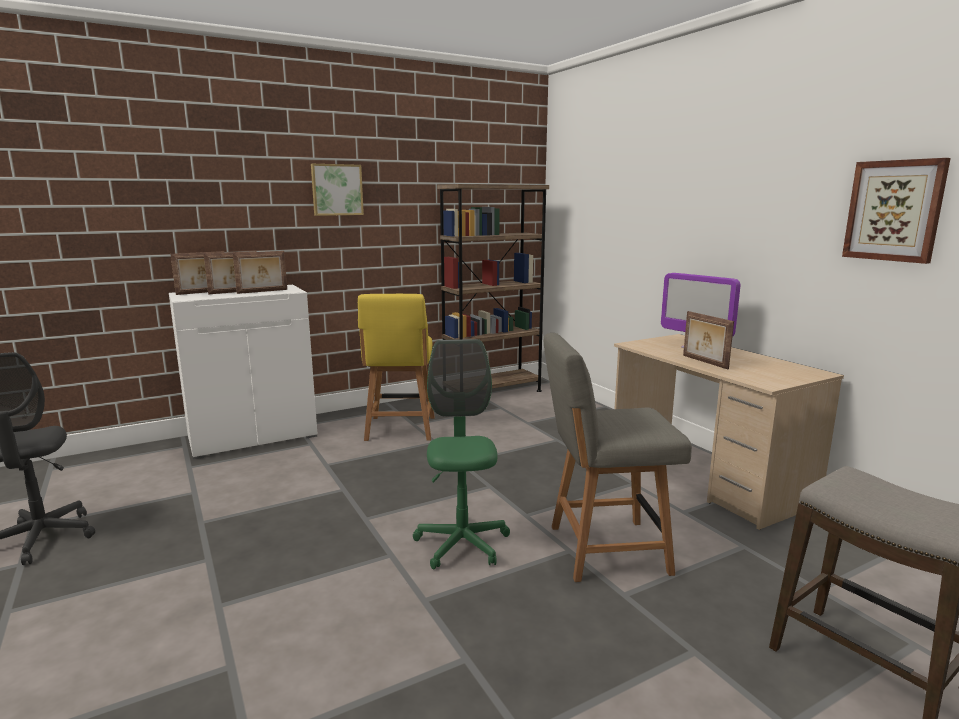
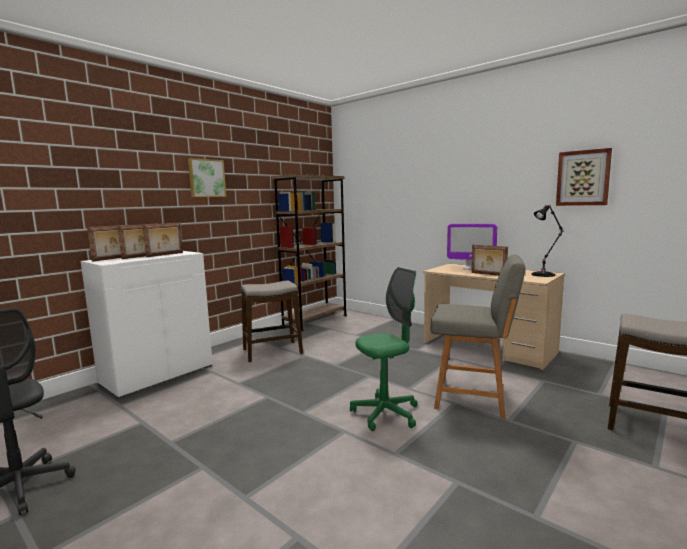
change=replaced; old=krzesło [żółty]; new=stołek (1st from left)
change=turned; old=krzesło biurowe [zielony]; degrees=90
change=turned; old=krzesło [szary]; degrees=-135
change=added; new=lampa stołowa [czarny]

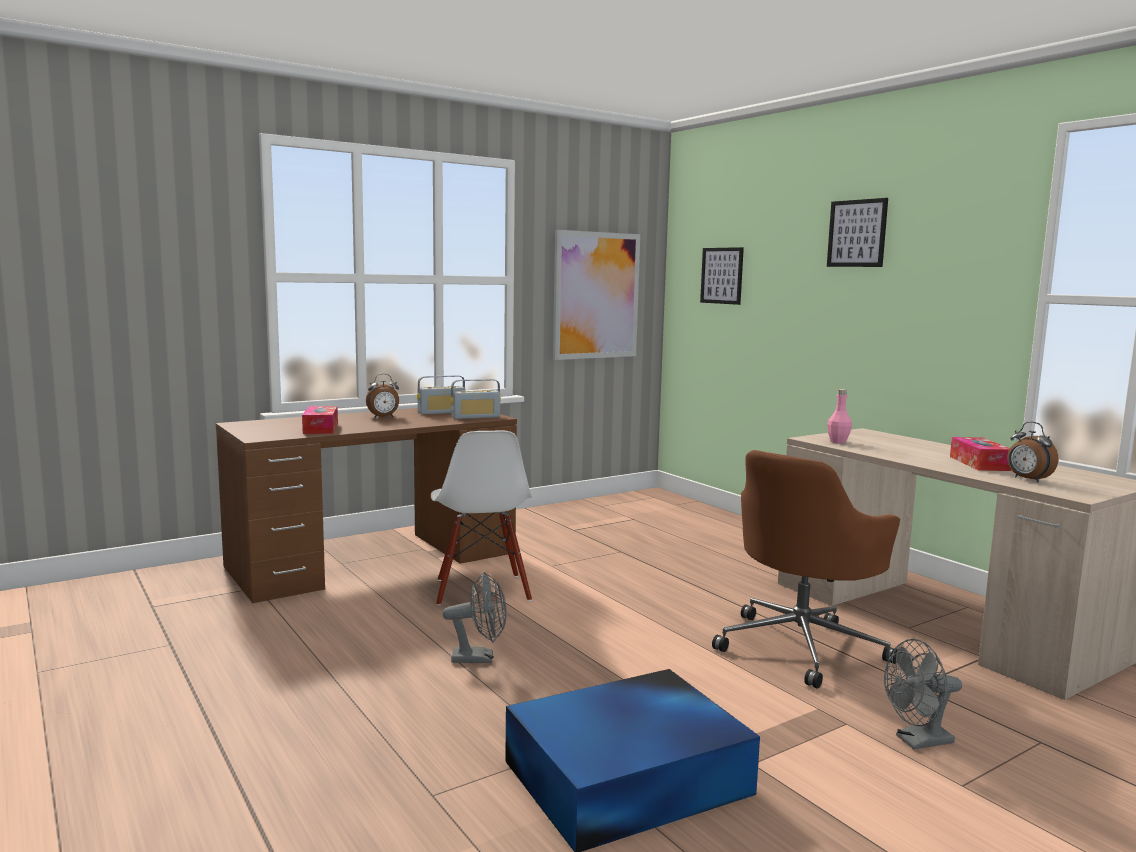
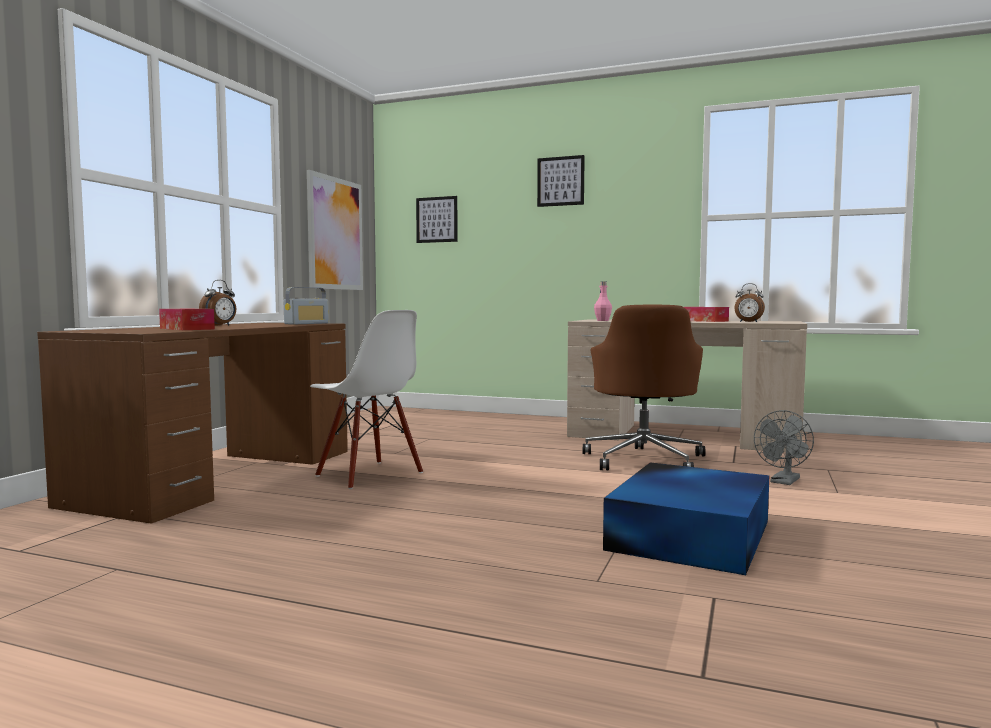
change=removed; old=radio (1st from left)
change=removed; old=wentylator [szary] (1st from left)

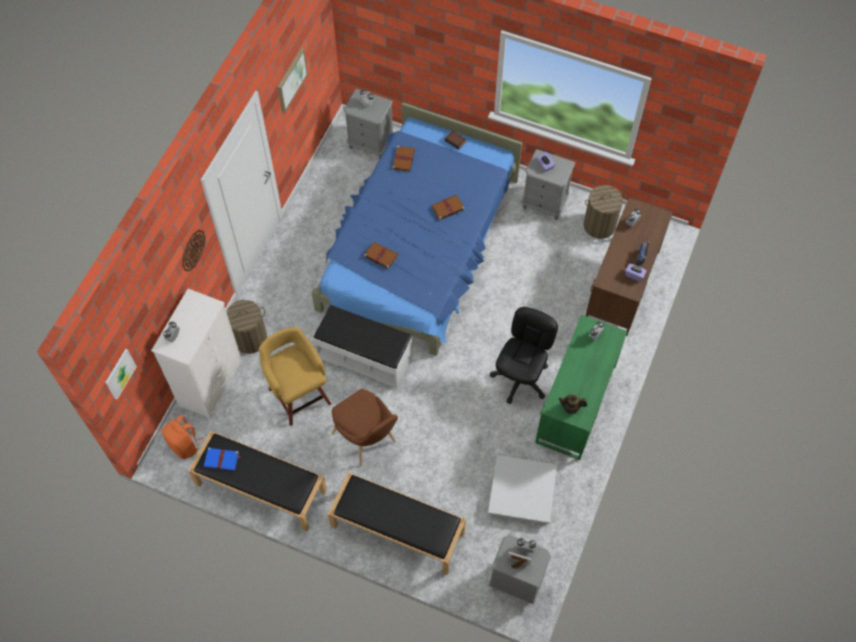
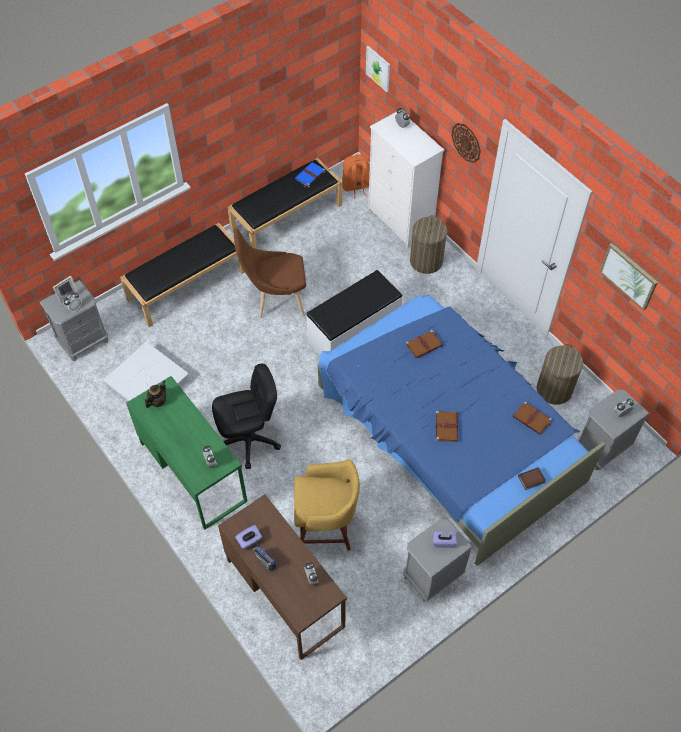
change=turned; old=krzesło biurowe [czarny]; degrees=-75
change=moved; old=stołek [żółty]
change=moved; old=kosz na pranie (2nd from left)

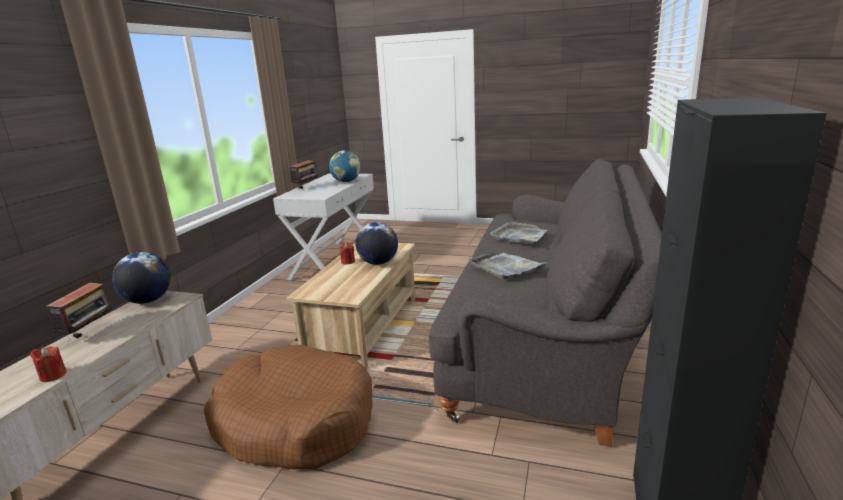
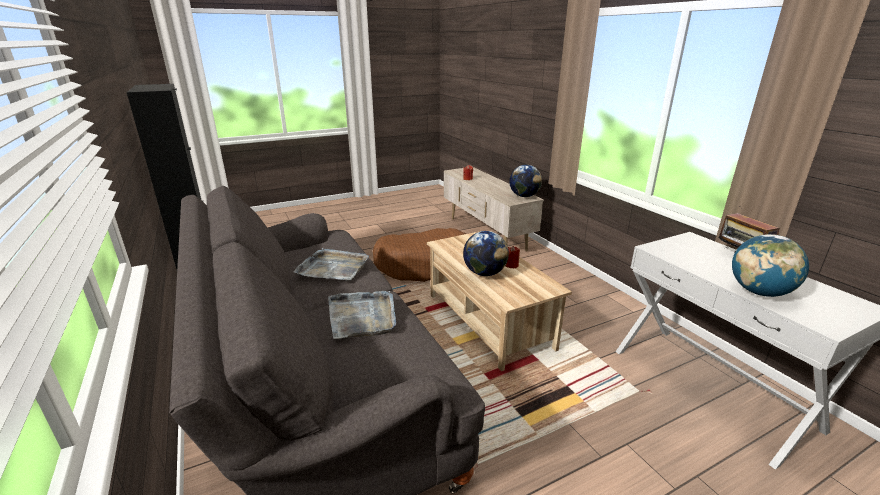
change=removed; old=radio (1st from left)

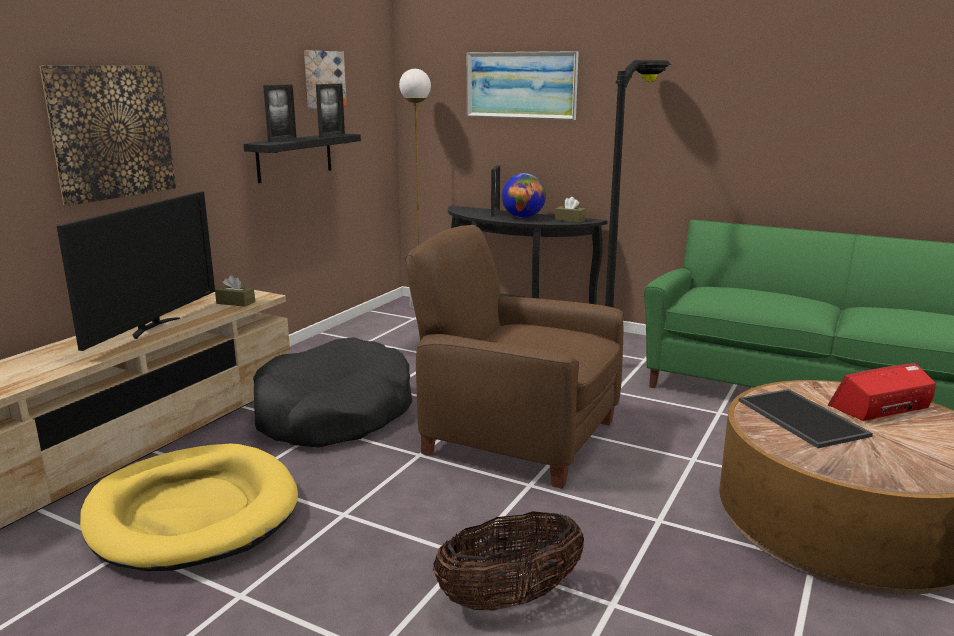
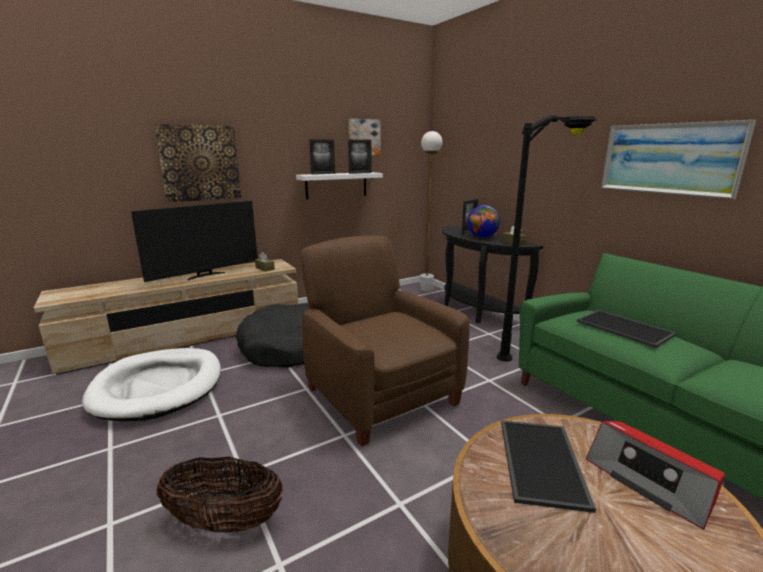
change=recoloured; old=legowisko [żółty]; new=legowisko [biały]
change=recoloured; old=półka [czarny]; new=półka [biały]
change=added; new=taca (2nd from left)
change=turned; old=radio; degrees=-135
change=moved; old=obraz (3rd from left)

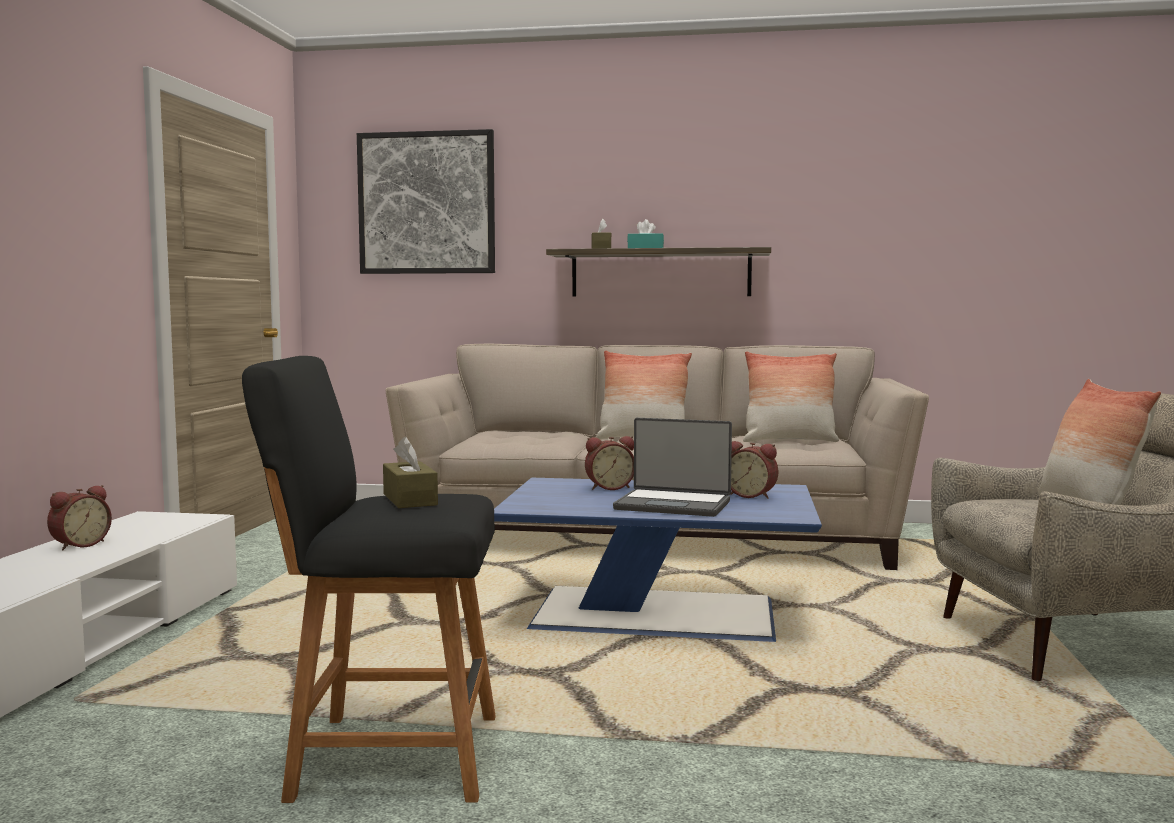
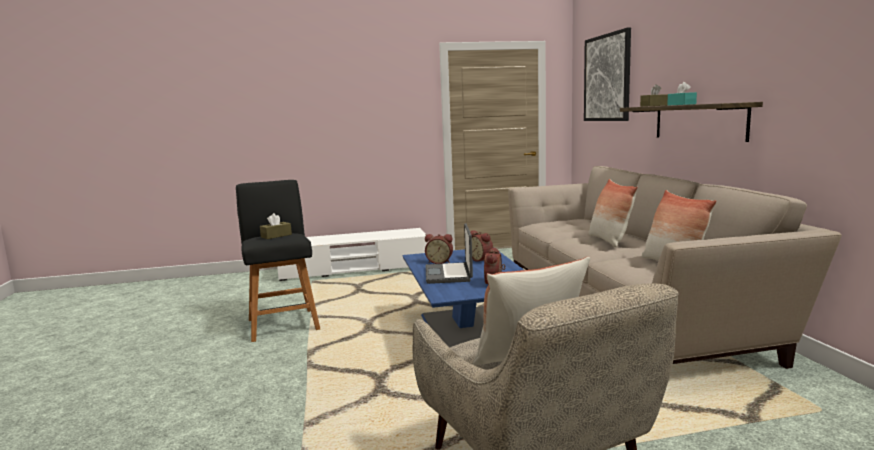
change=moved; old=budzik (1st from left)

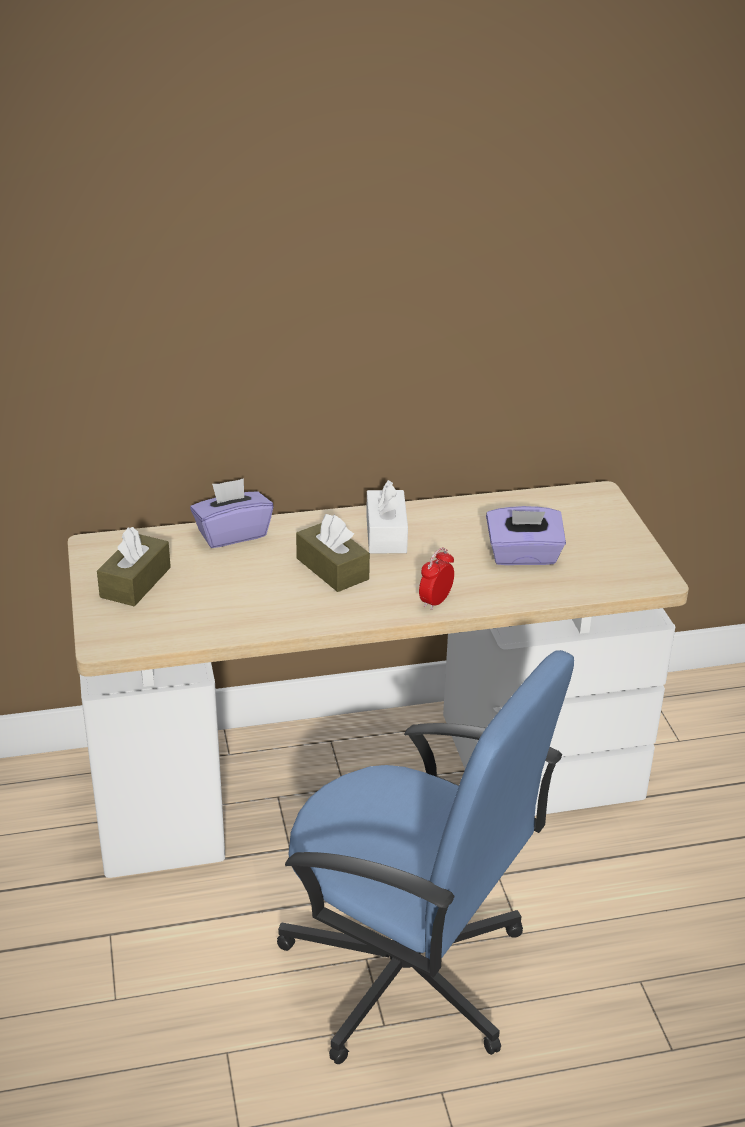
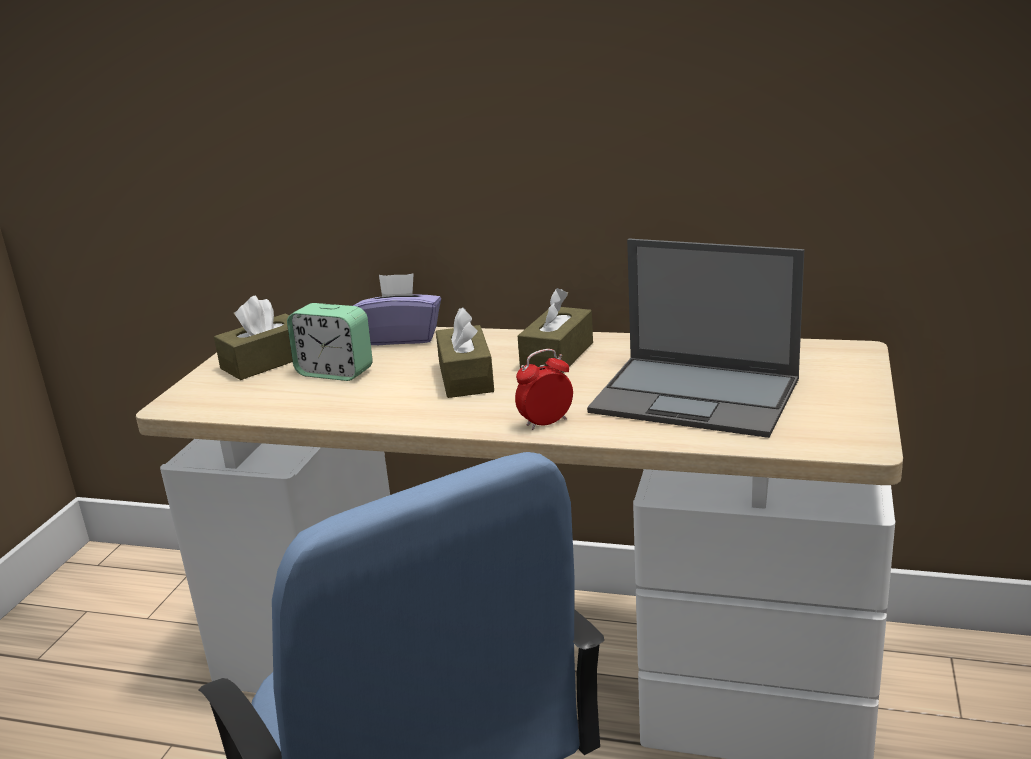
change=added; new=budzik (1st from left)
change=recoloured; old=pudełko chusteczek [biały]; new=pudełko chusteczek [brązowy] (3rd from left)
change=replaced; old=pudełko chusteczek [fioletowy] (2nd from left); new=laptop

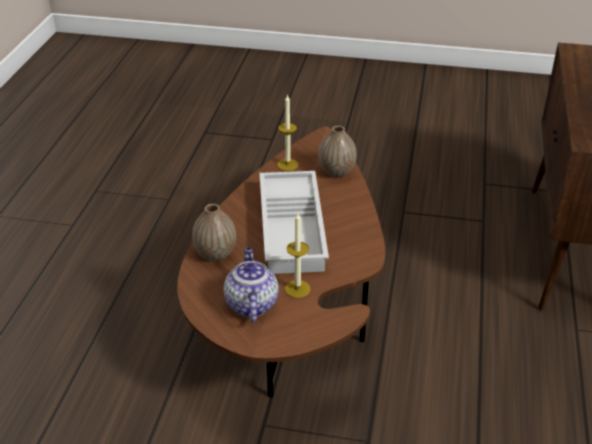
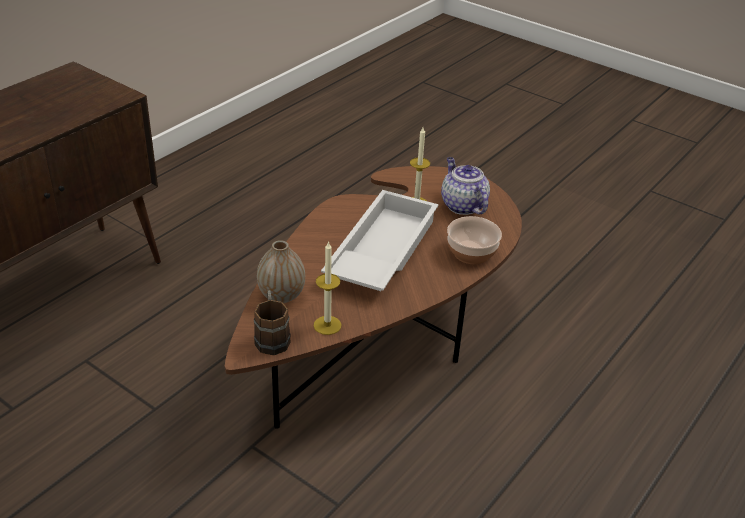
change=added; new=kubek [brązowy]
change=turned; old=imbryk; degrees=135
change=replaced; old=wazon (1st from left); new=miska

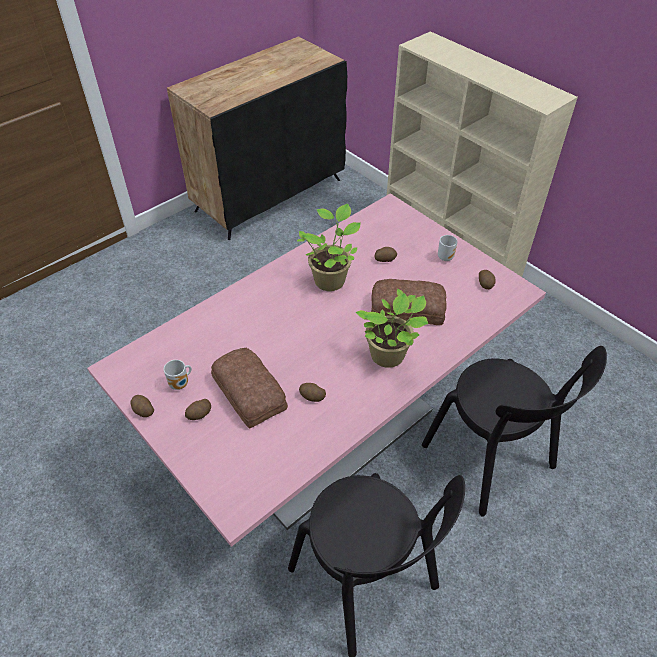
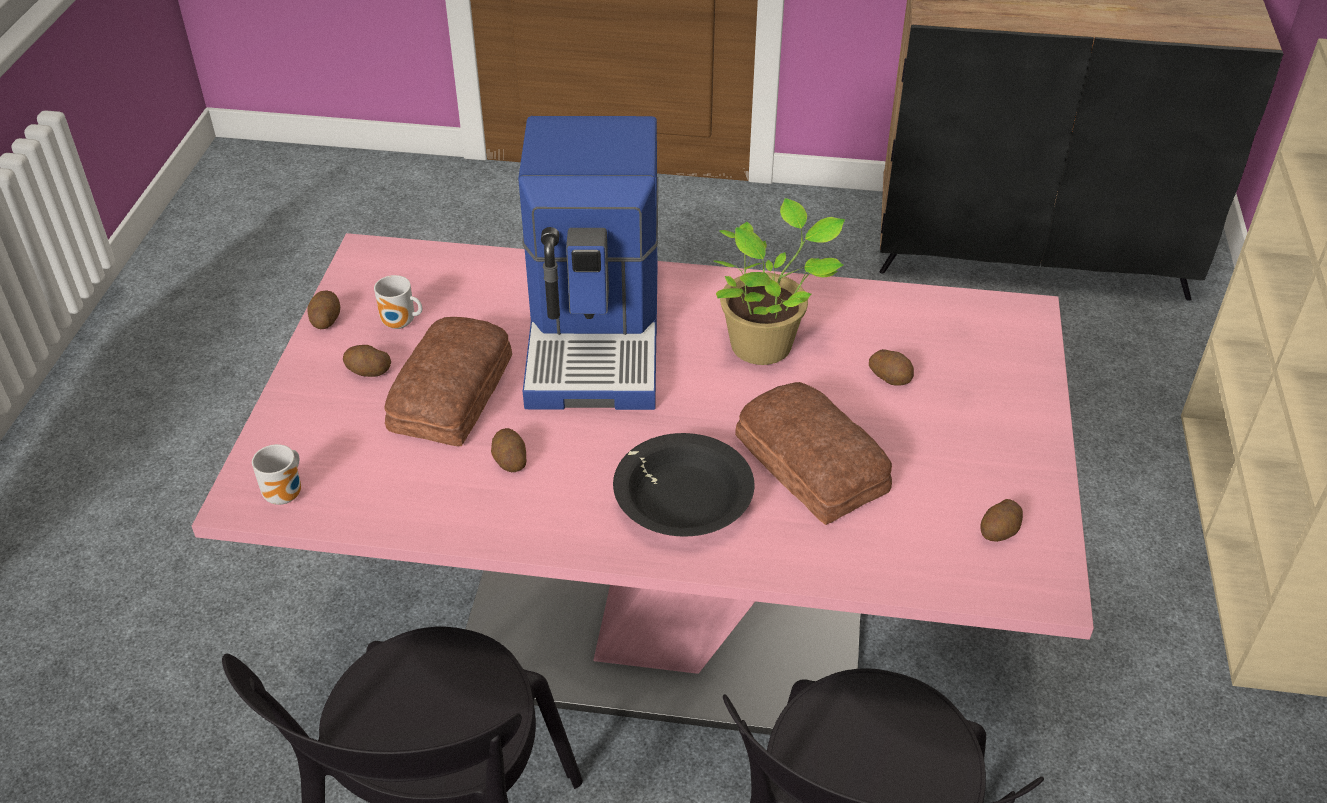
change=moved; old=kubek (2nd from left in the first image); new=kubek (1st from left)
change=added; new=ekspres do kawy
change=replaced; old=roślina doniczkowa (2nd from left); new=miska [czarny]

